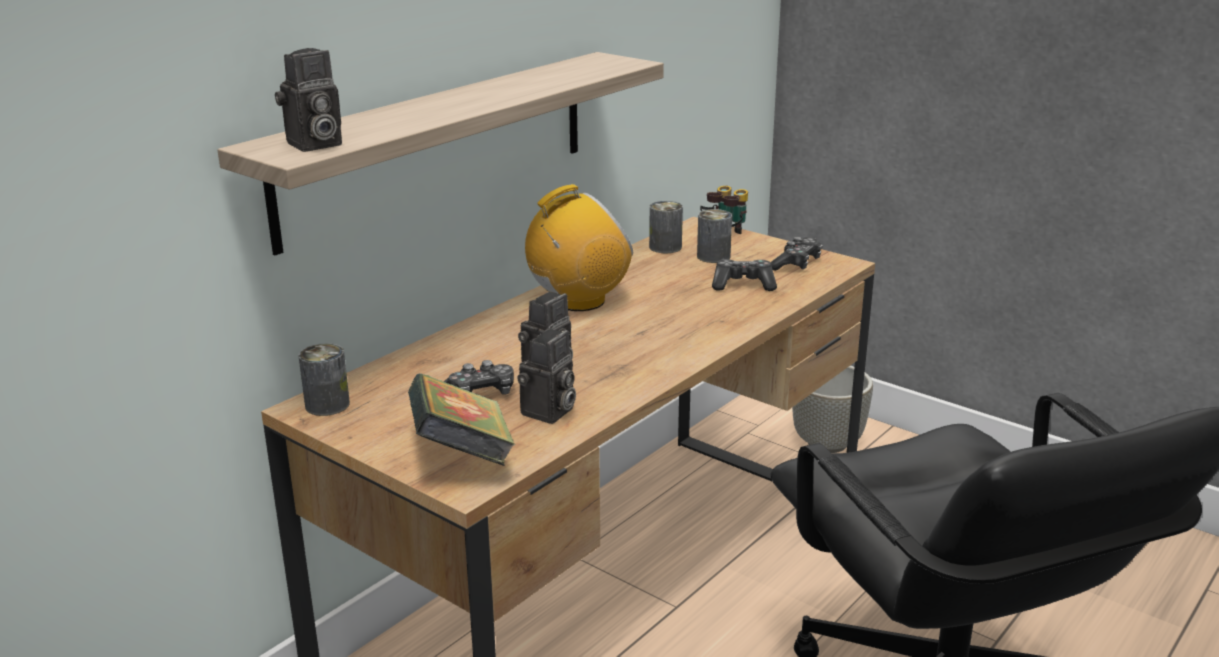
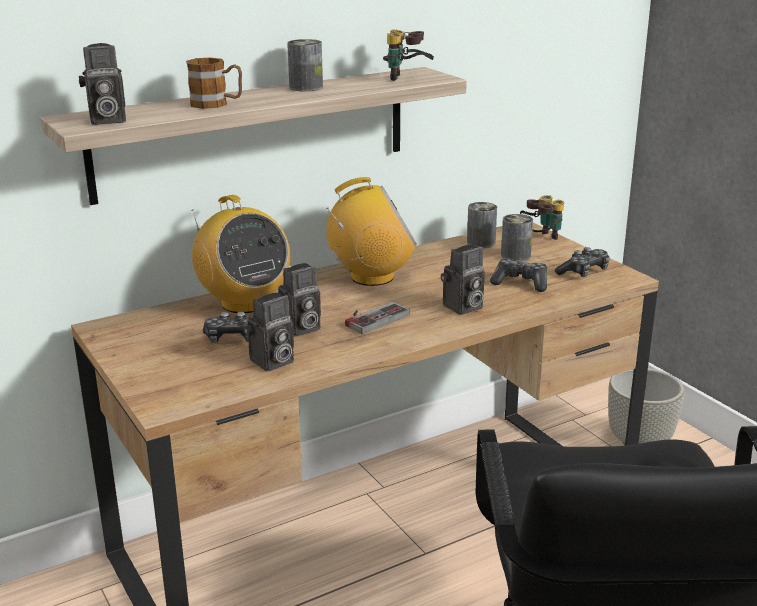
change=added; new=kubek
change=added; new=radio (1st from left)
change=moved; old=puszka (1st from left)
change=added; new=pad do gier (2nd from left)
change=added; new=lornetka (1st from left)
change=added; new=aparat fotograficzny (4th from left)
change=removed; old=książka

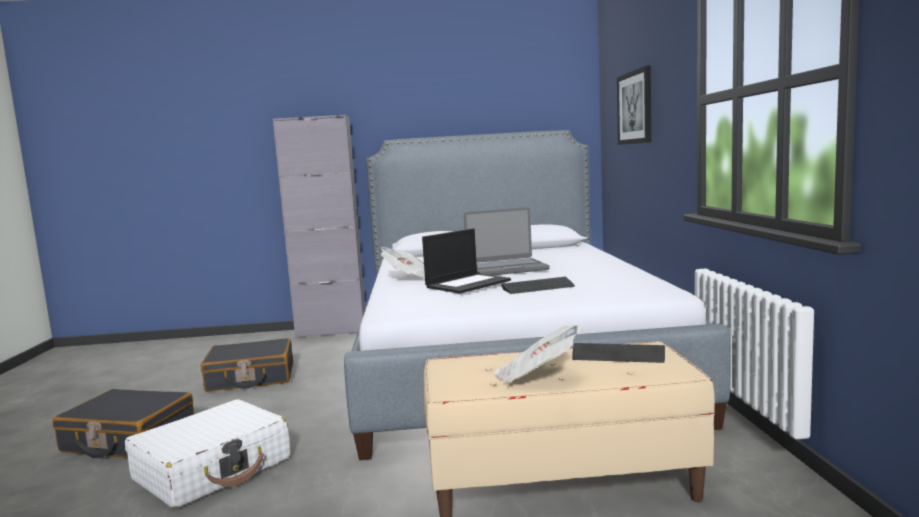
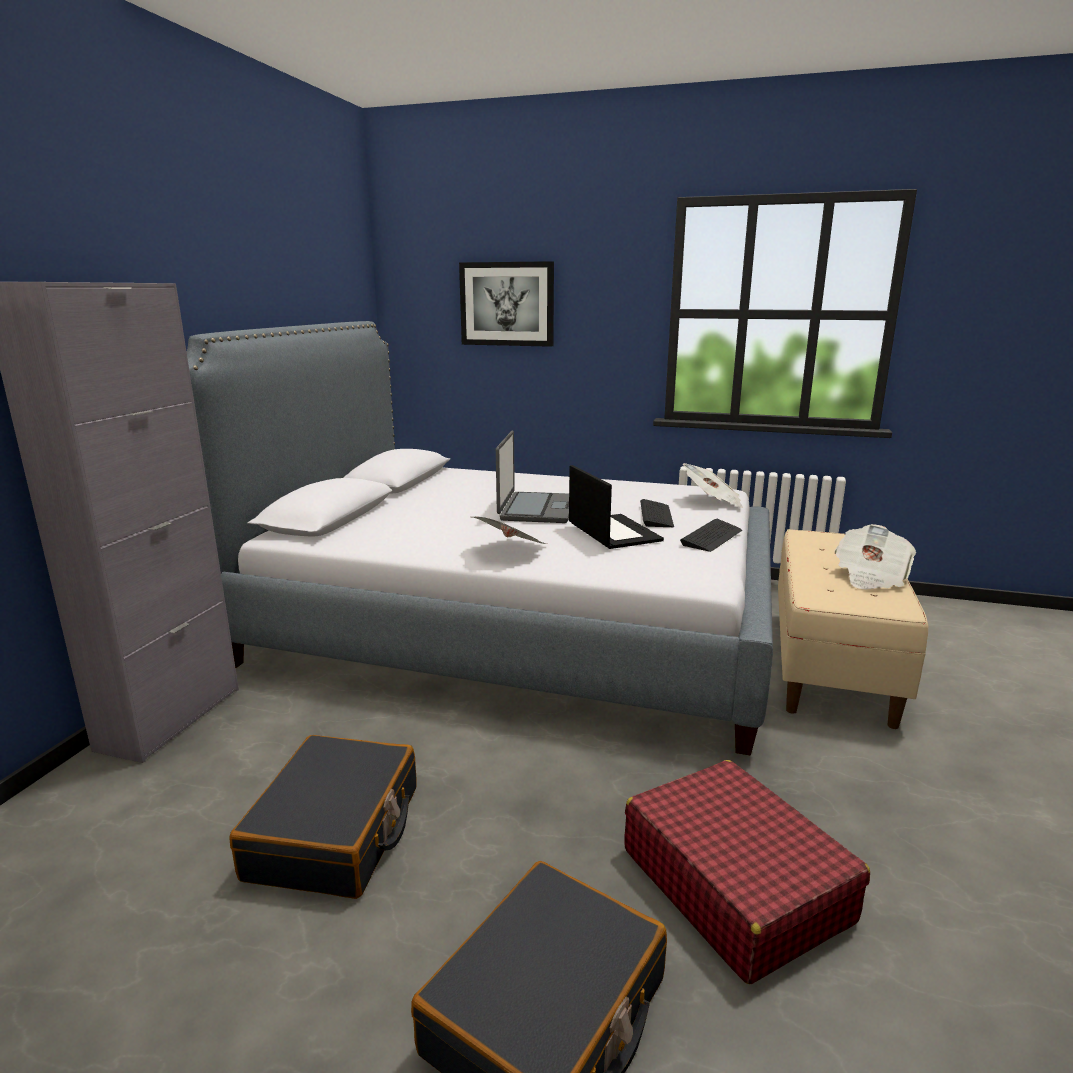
change=recoloured; old=walizka [biały]; new=walizka [czerwony]
change=moved; old=klawiatura (2nd from left)
change=added; new=gazeta (2nd from left)

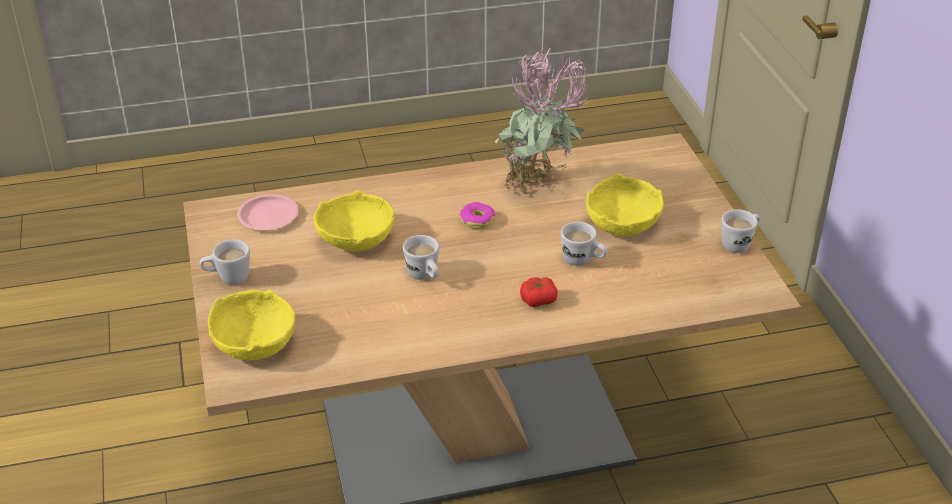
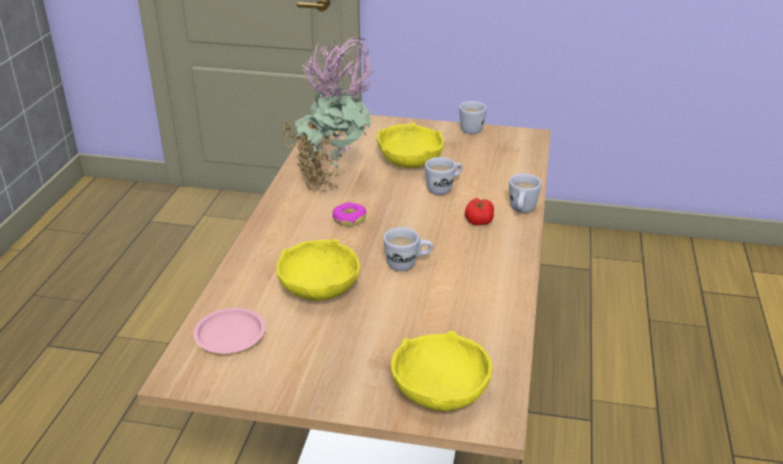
change=moved; old=kubek [biały] (1st from left in the first image); new=kubek [biały] (4th from left)

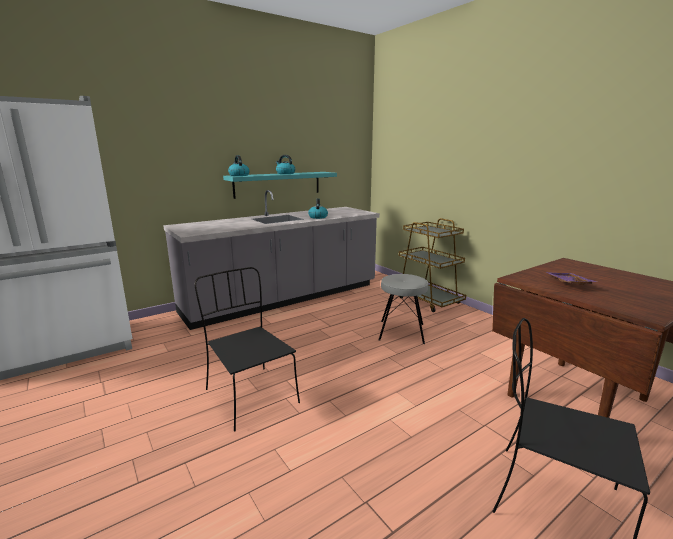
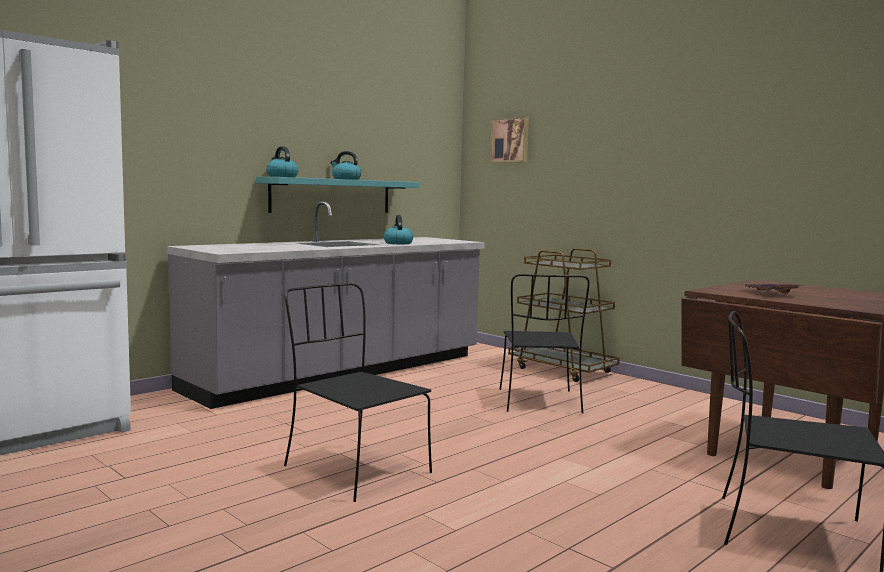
change=added; new=obraz
change=replaced; old=stołek [szary]; new=krzesło [czarny] (2nd from left)

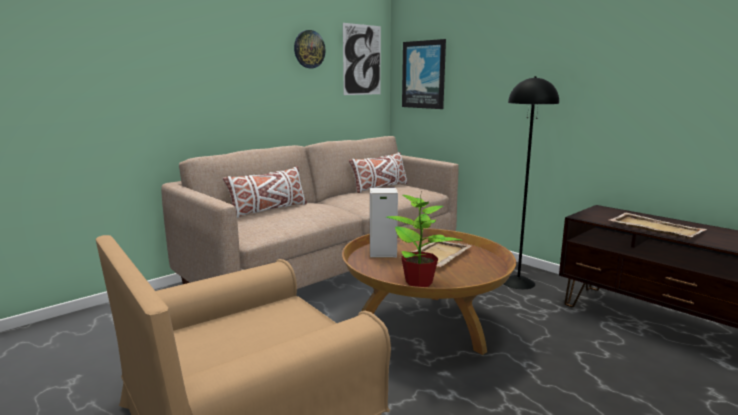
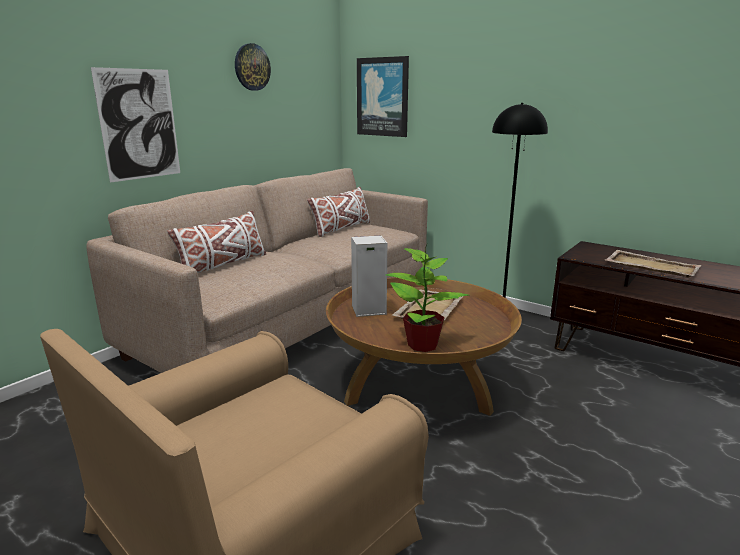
change=moved; old=obraz (1st from left)

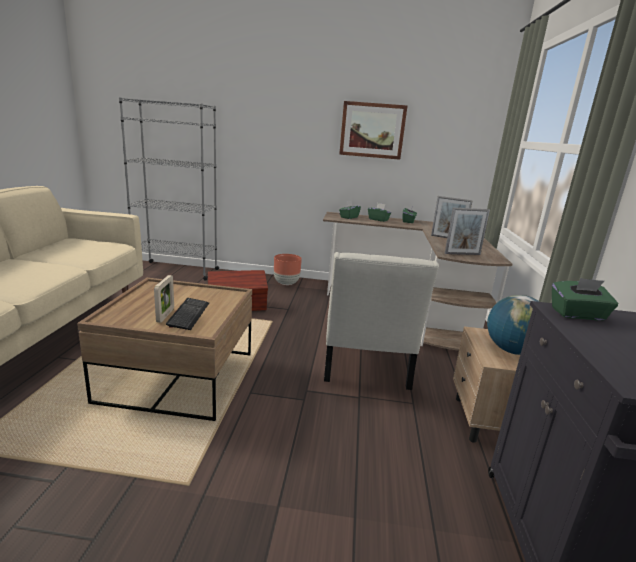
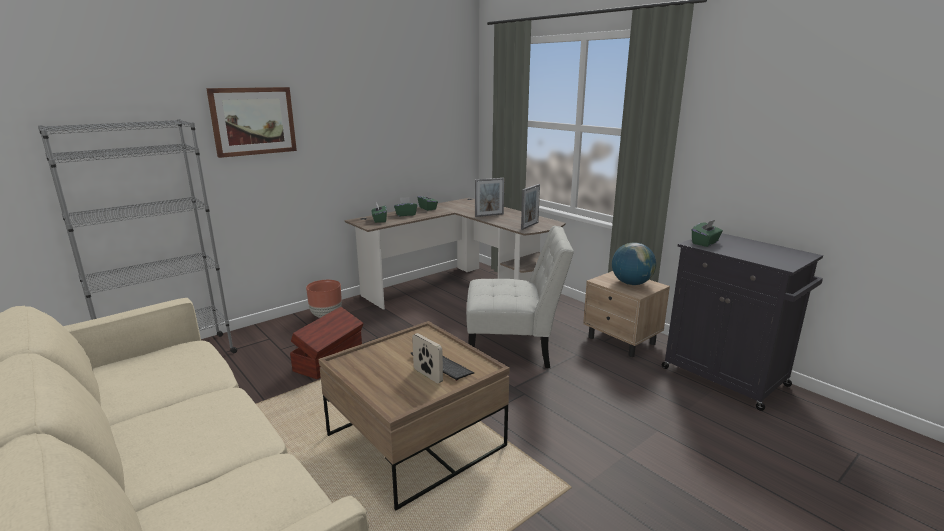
change=moved; old=obraz
change=turned; old=krzesło [biały]; degrees=-45

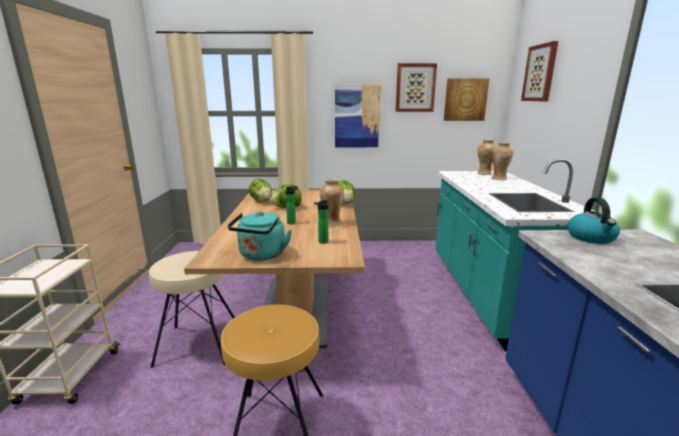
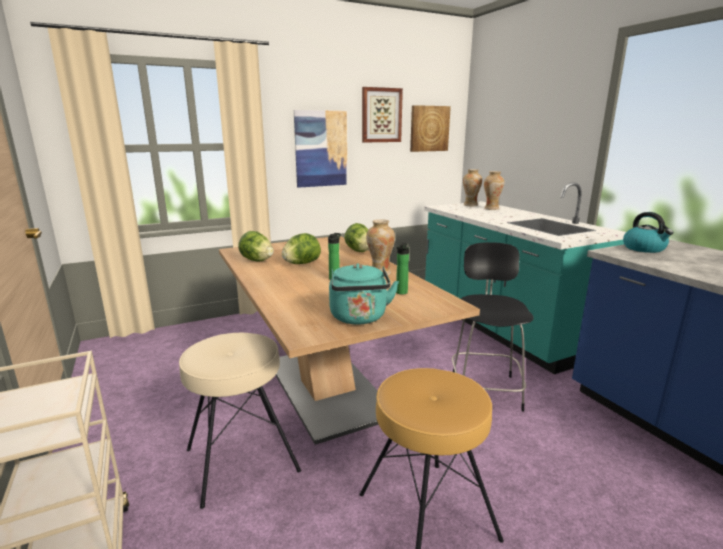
change=added; new=krzesło [czarny]
change=removed; old=obraz (4th from left)

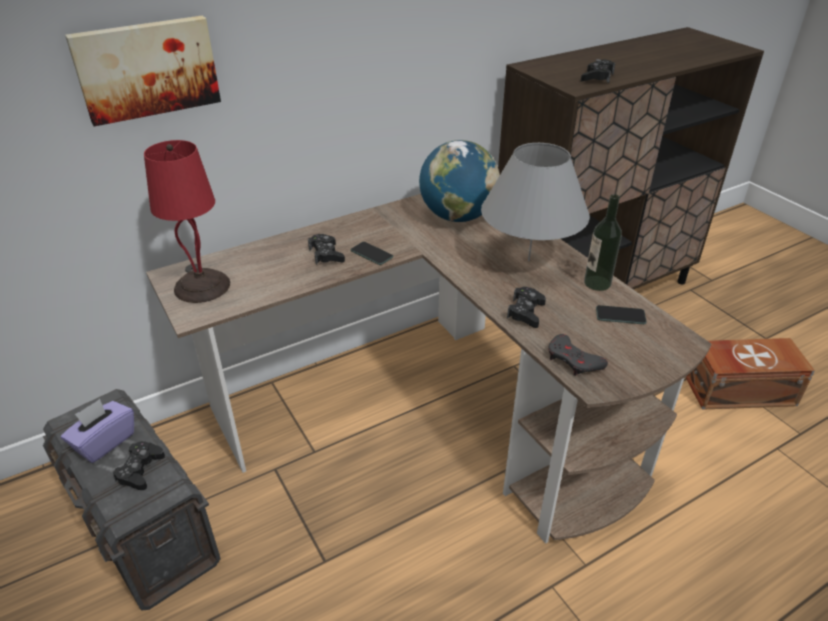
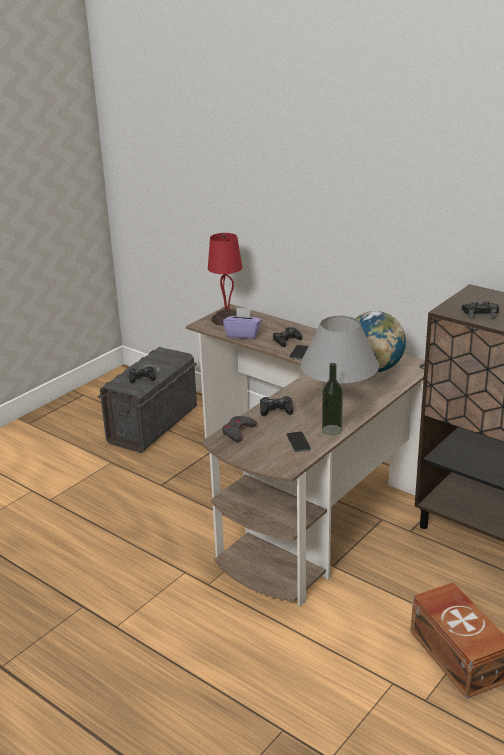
change=moved; old=pudełko chusteczek [fioletowy]
change=removed; old=obraz

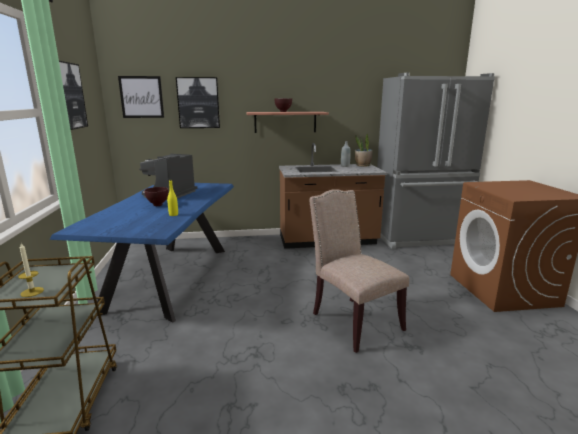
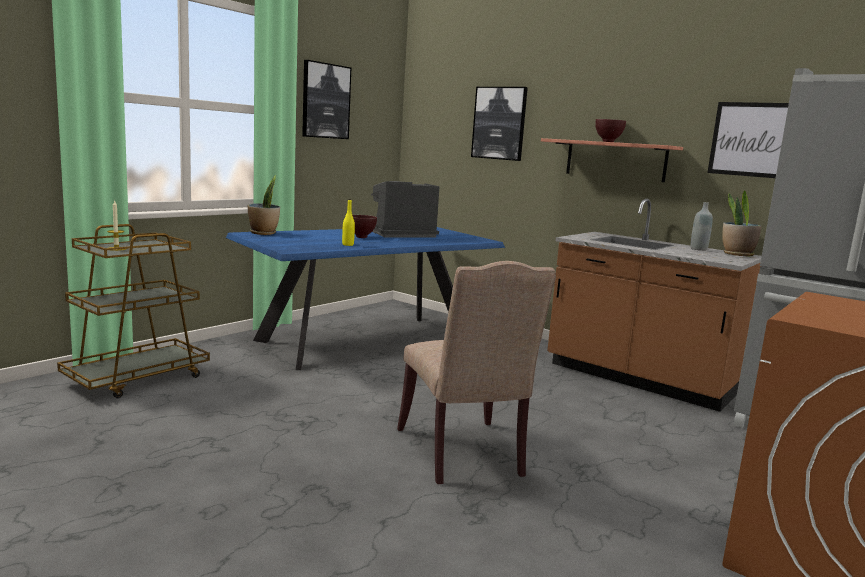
change=added; new=roślina doniczkowa (1st from left)
change=turned; old=krzesło [beżowy]; degrees=150
change=moved; old=obraz (2nd from left in the first image); new=obraz (3rd from left)

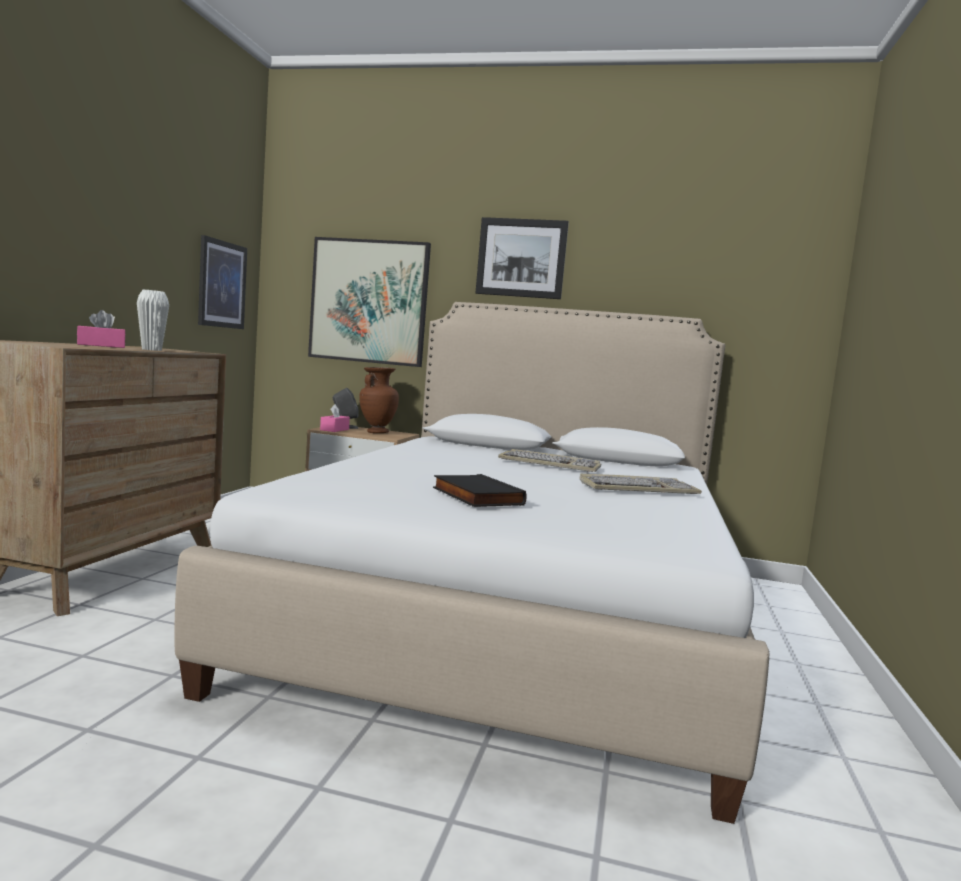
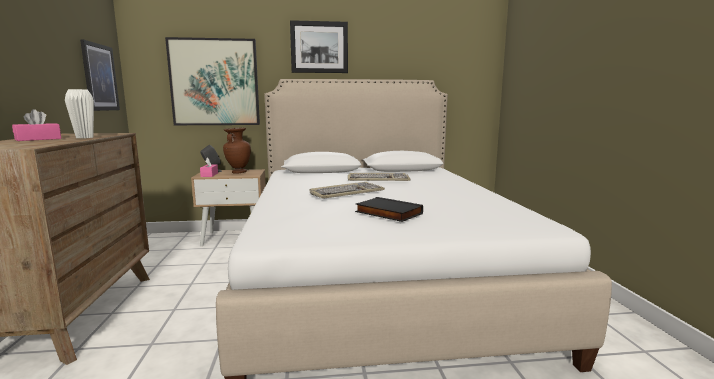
change=moved; old=klawiatura (2nd from left in the first image); new=klawiatura (1st from left)

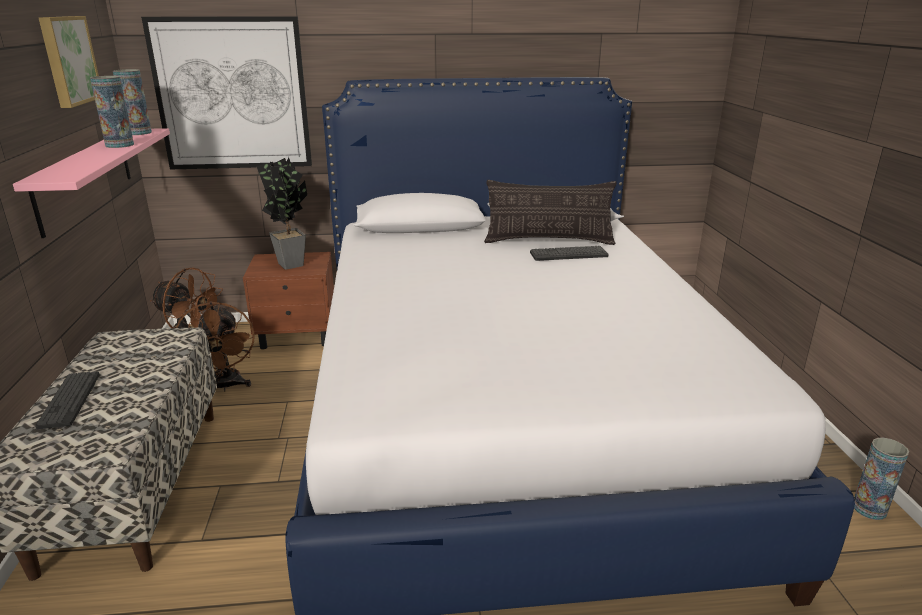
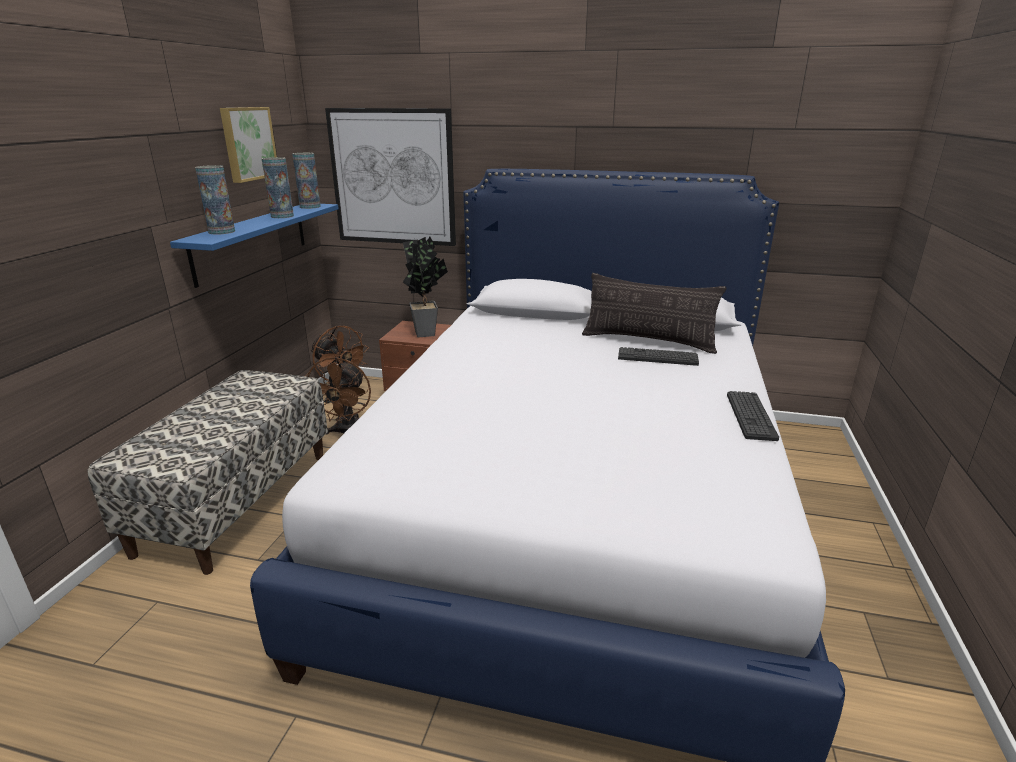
change=recoloured; old=półka [różowy]; new=półka [niebieski]
change=moved; old=wazon (3rd from left in the first image); new=wazon (1st from left)
change=moved; old=klawiatura (1st from left in the first image); new=klawiatura (2nd from left)

